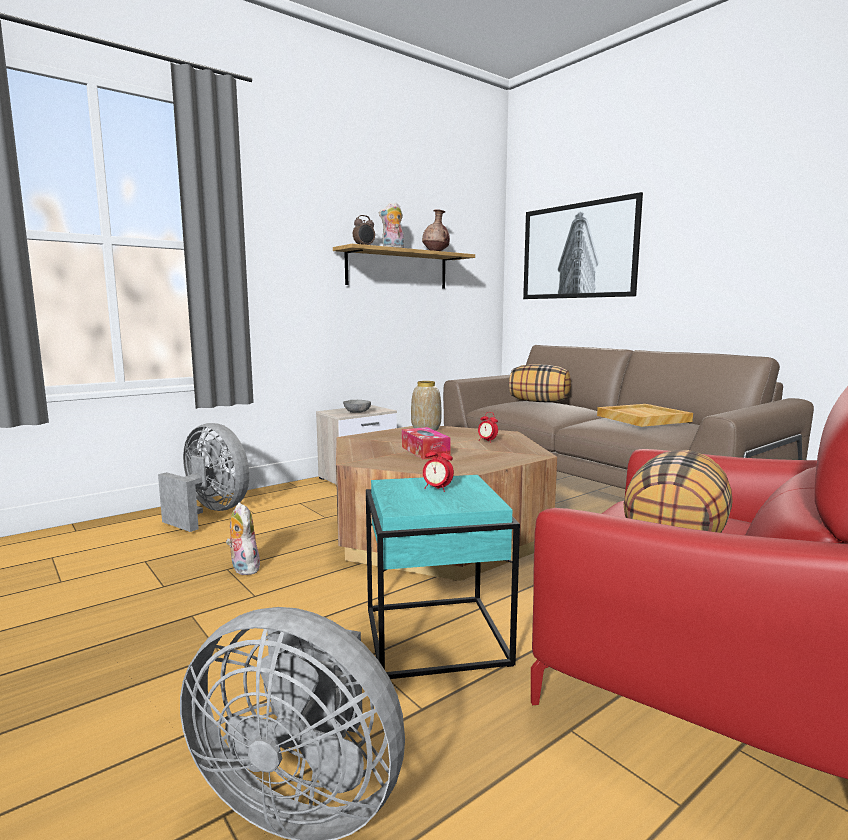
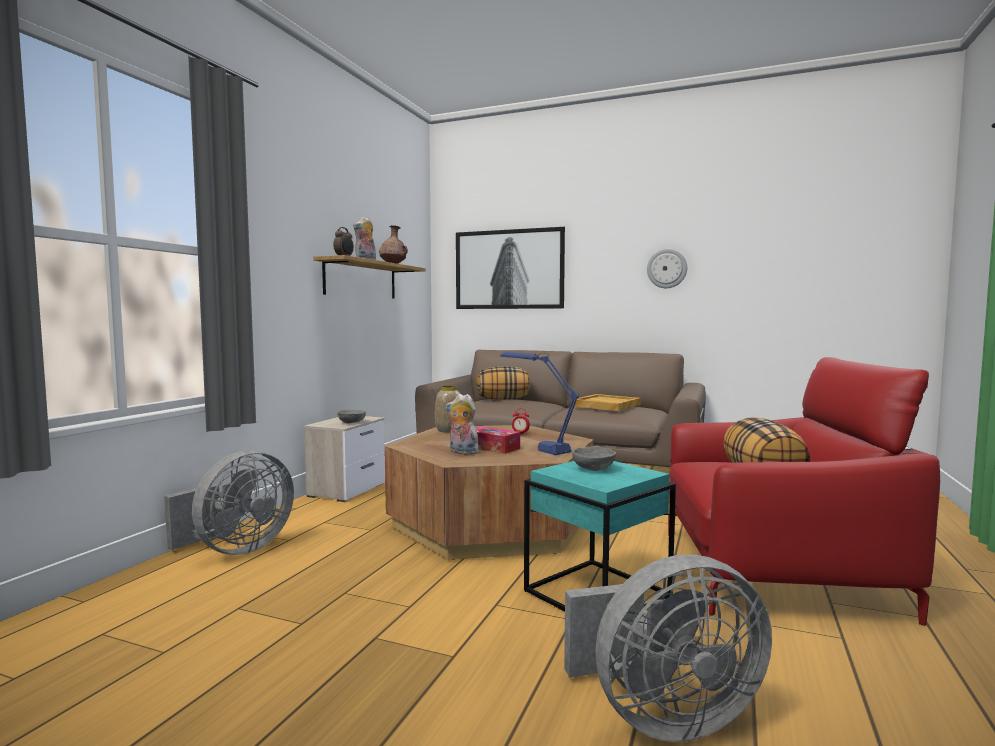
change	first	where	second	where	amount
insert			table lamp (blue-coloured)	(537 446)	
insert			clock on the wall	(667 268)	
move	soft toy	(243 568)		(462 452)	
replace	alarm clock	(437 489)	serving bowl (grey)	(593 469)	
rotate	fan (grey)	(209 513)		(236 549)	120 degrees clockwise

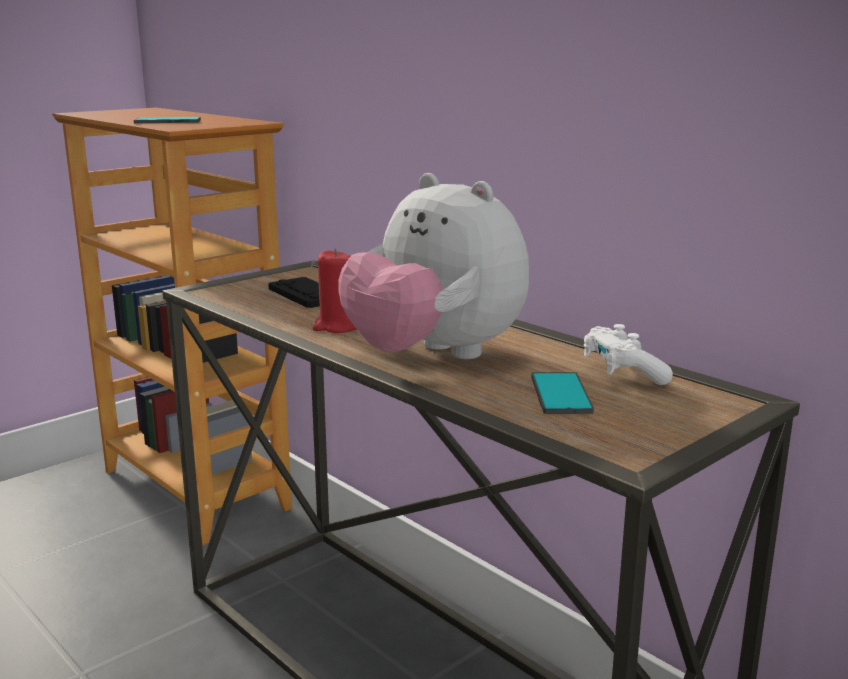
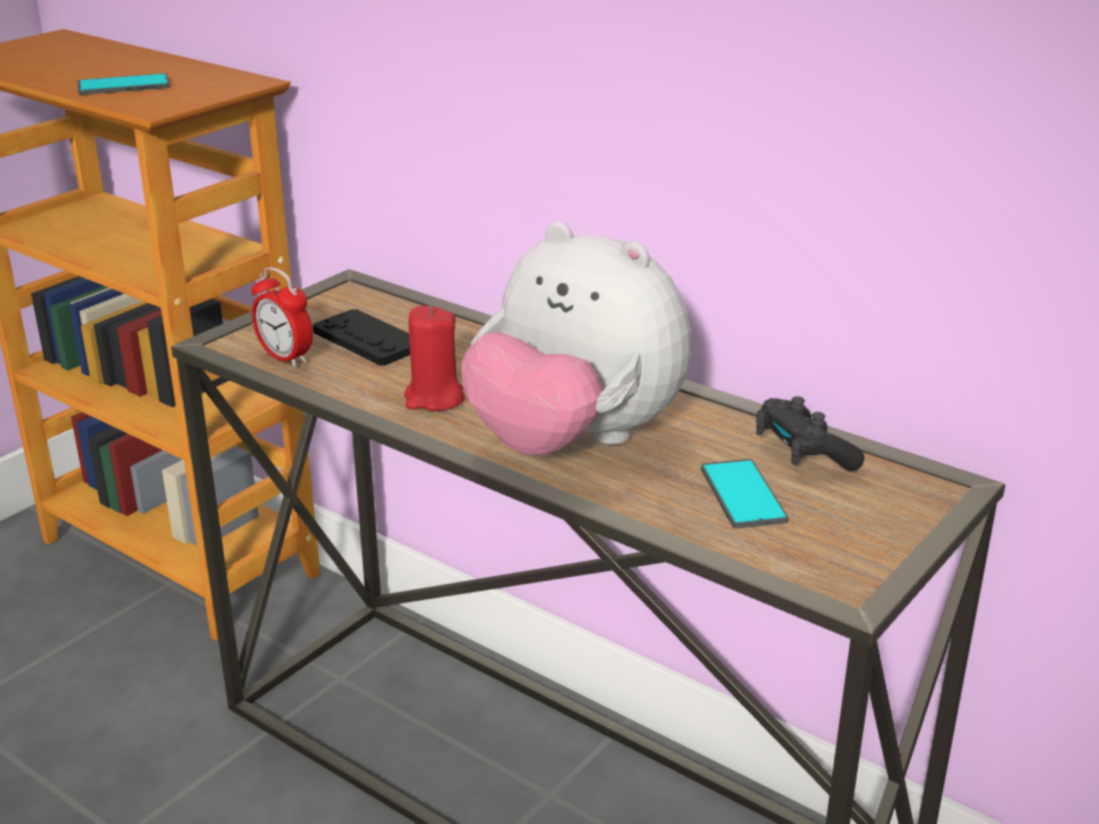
change	first	where	second	where	amount
insert			alarm clock	(285 357)	
recolor	joypad (white)	(622 372)	joypad (black)	(803 453)	

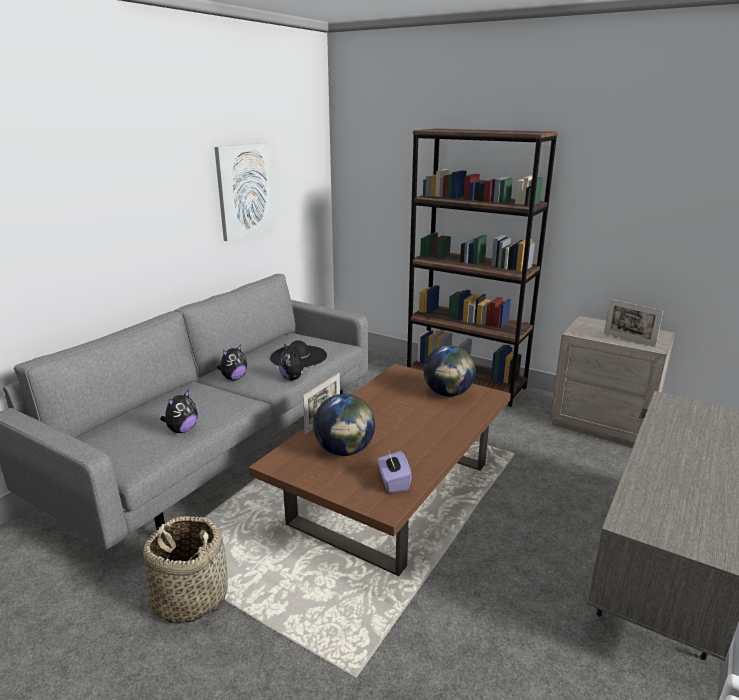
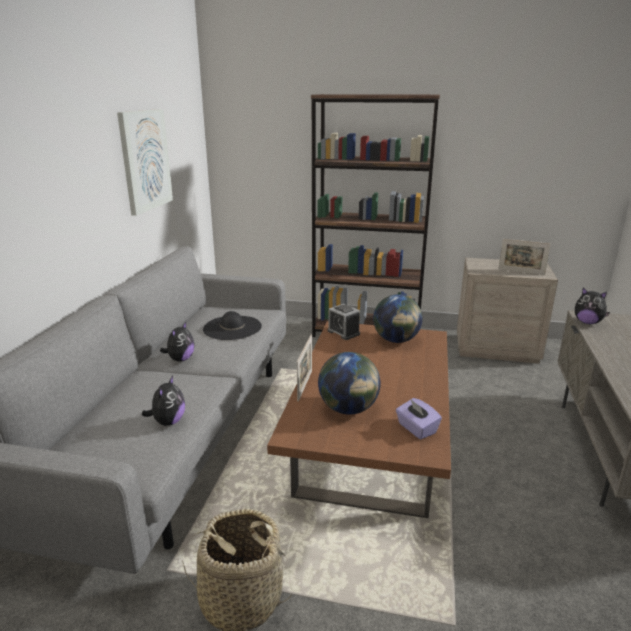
change	first	where	second	where	amount
insert			alarm clock	(343 332)	
move	soft toy	(293 378)		(587 322)	

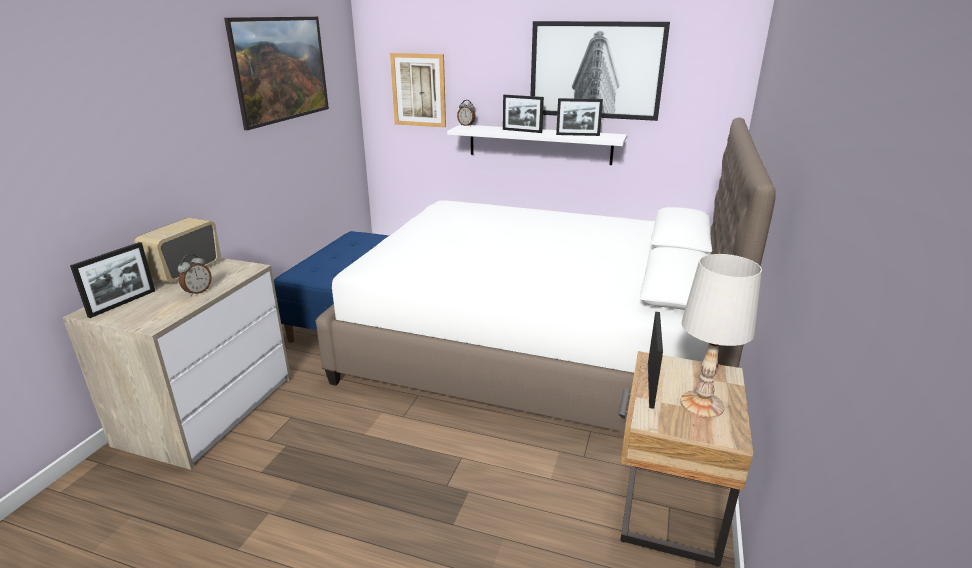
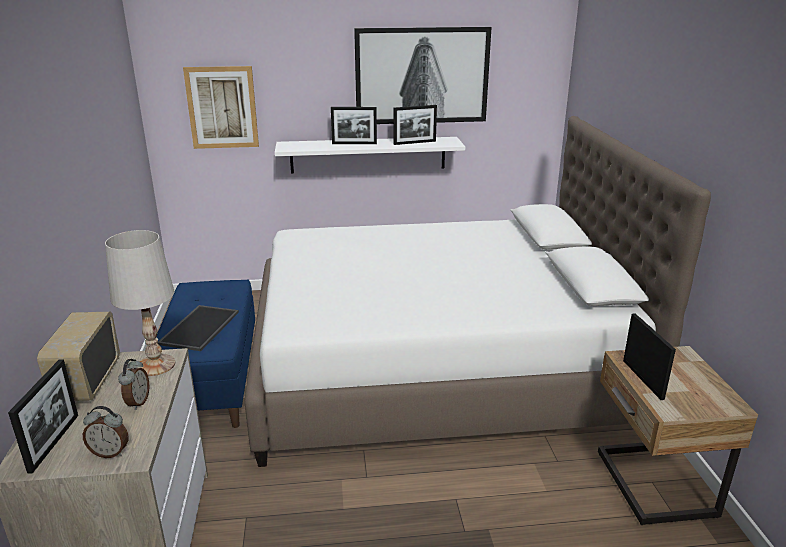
change	first	where	second	where	amount
delete	wall art	(285 94)			
insert			serving tray	(199 327)	
move	alarm clock	(466 125)		(110 452)	
move	table lamp (white)	(702 404)		(156 365)	

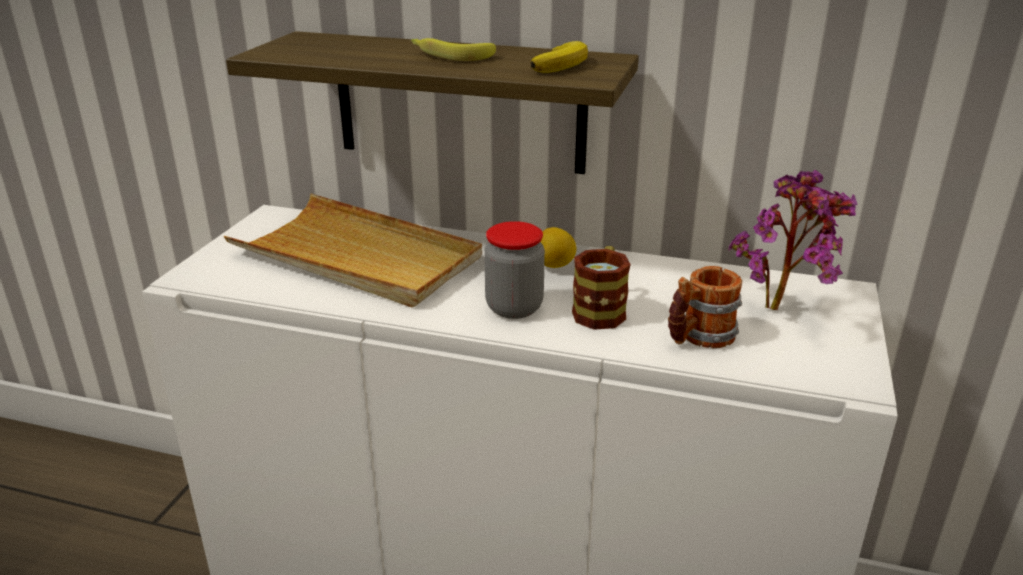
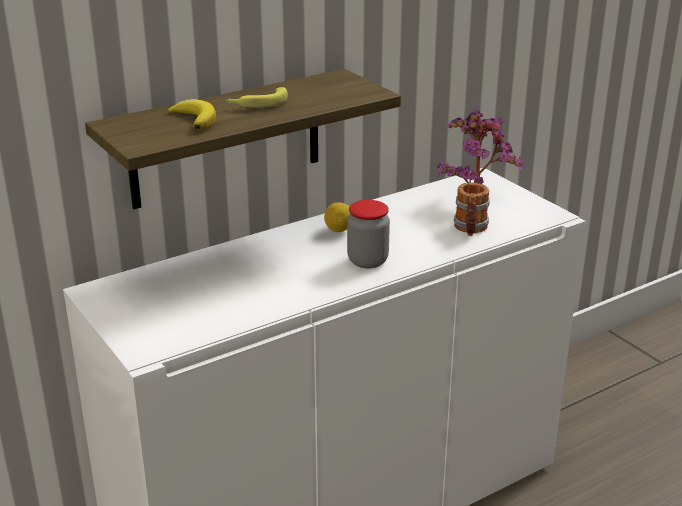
change	first	where	second	where	amount
delete	serving tray (beige)	(357 257)			
delete	mug	(601 309)			
move	whole banana	(562 64)		(195 119)	

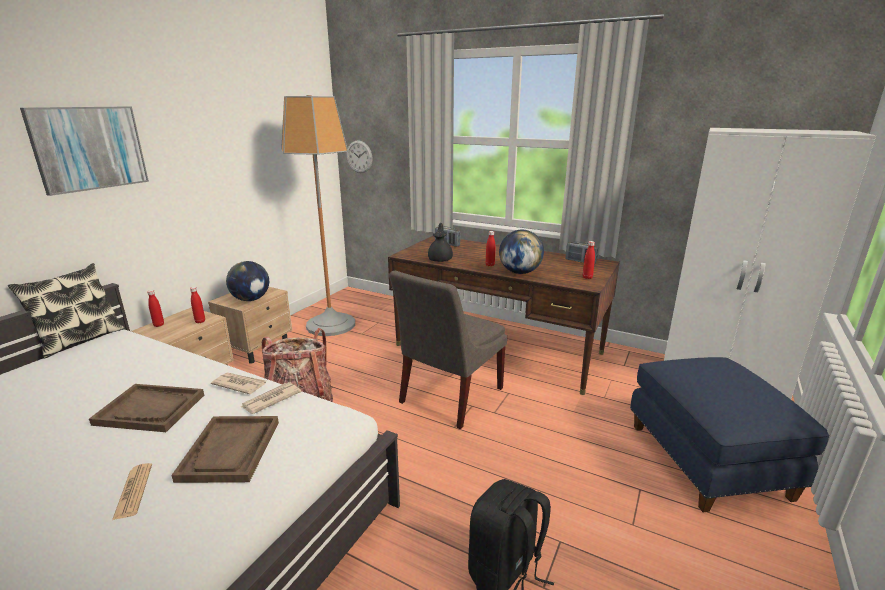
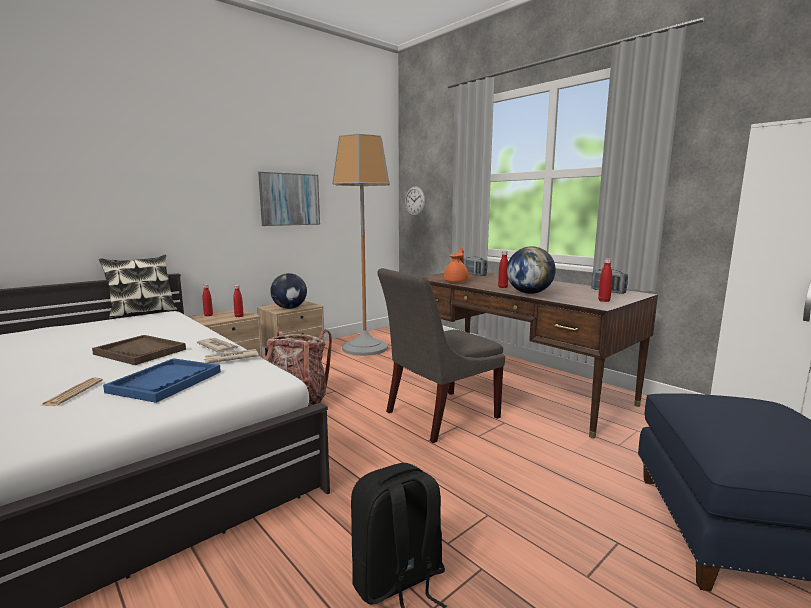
change	first	where	second	where	amount
move	wall art	(89 148)		(289 199)	
recolor	serving tray (brown-coloured)	(230 450)	serving tray (blue-coloured)	(165 382)	
recolor	pot for tea (black)	(440 259)	pot for tea (orange-coloured)	(457 281)	

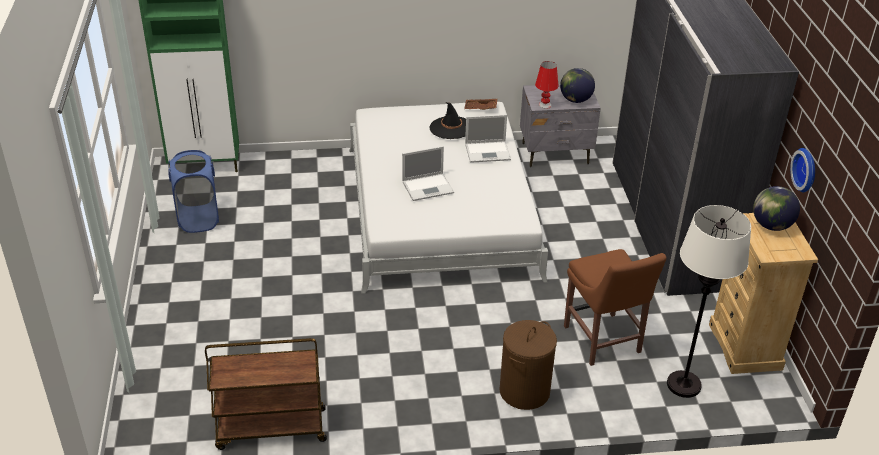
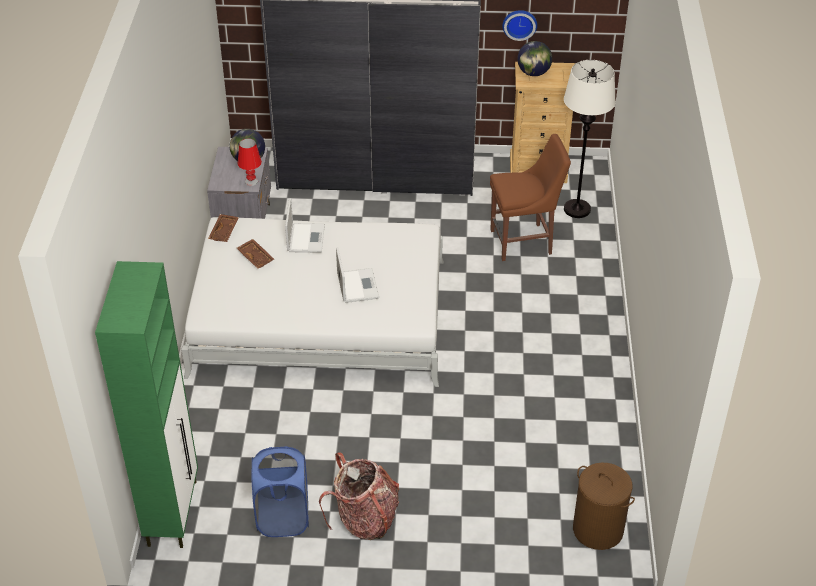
change	first	where	second	where	amount
delete	wheeled cart (brown-coloured)	(270 429)			
insert			rucksack	(365 519)	
move	washing basket (brown-coloured)	(524 392)		(598 530)	
replace	wearable hat (black)	(451 128)	serving tray (brown-coloured)	(256 257)	

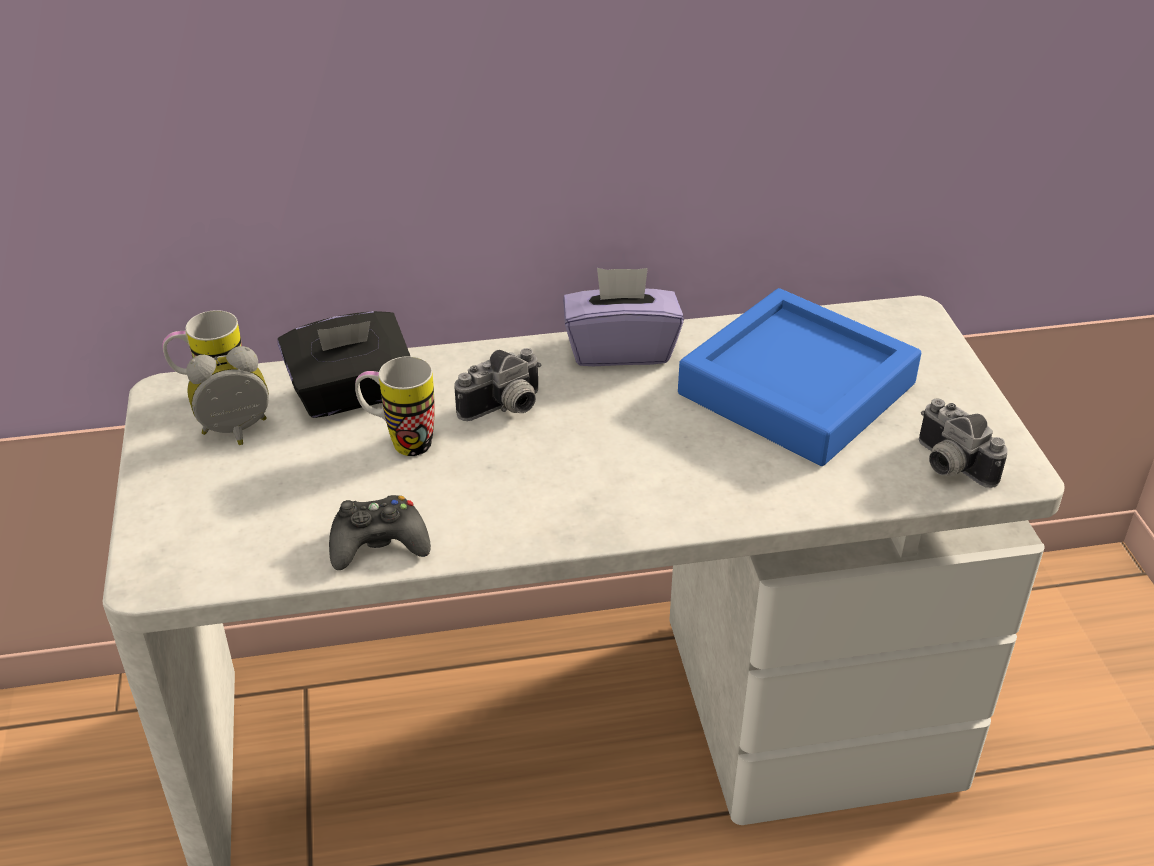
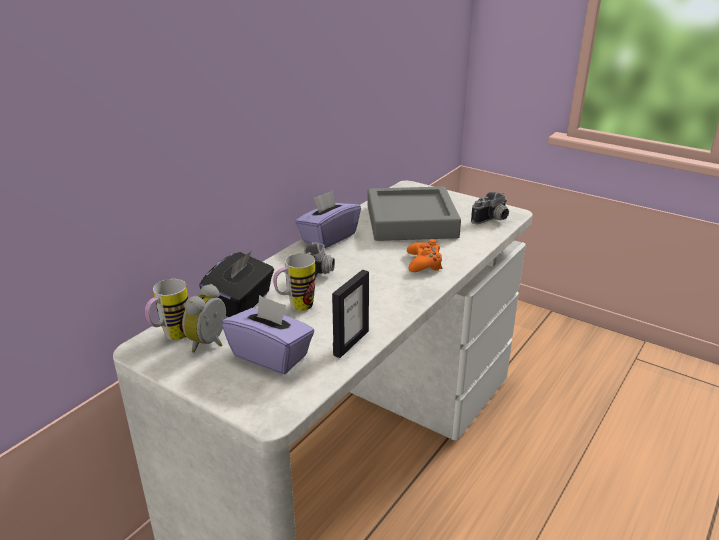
change	first	where	second	where	amount
insert			tissue box (purplish)	(271 355)	
insert			joypad (orange-coloured)	(424 263)	
replace	joypad (black)	(378 543)	picture frame	(351 343)	
recolor	serving tray (blue-coloured)	(796 389)	serving tray (grey)	(411 221)	
rotate	photo camera	(948 466)		(492 220)	45 degrees counterclockwise

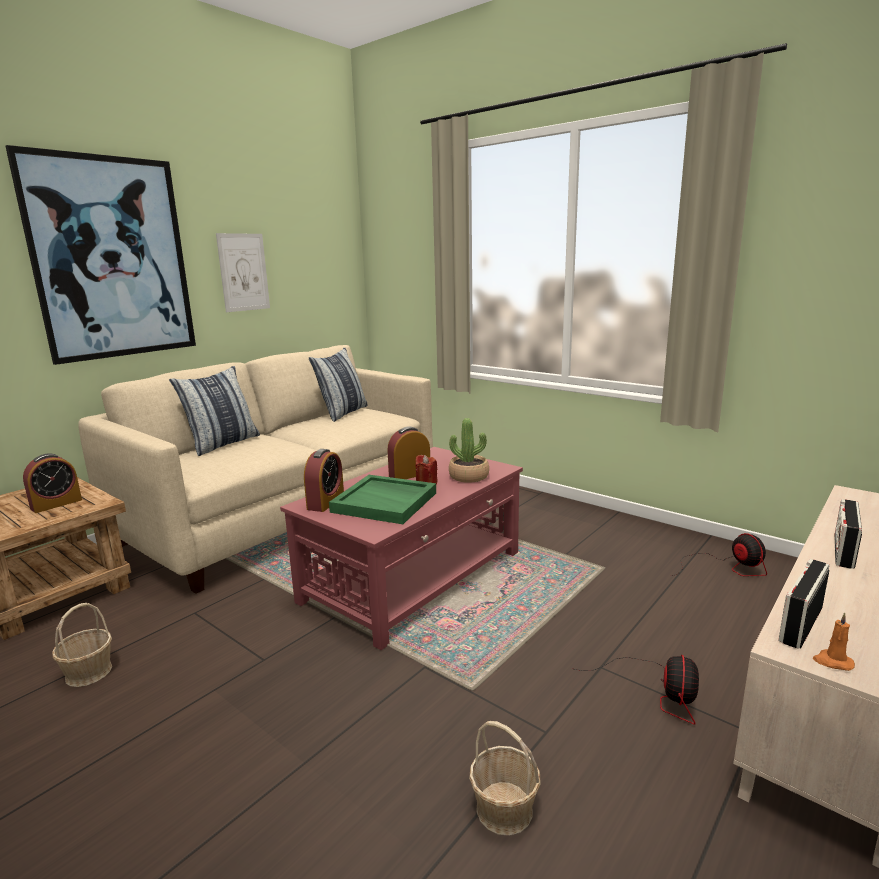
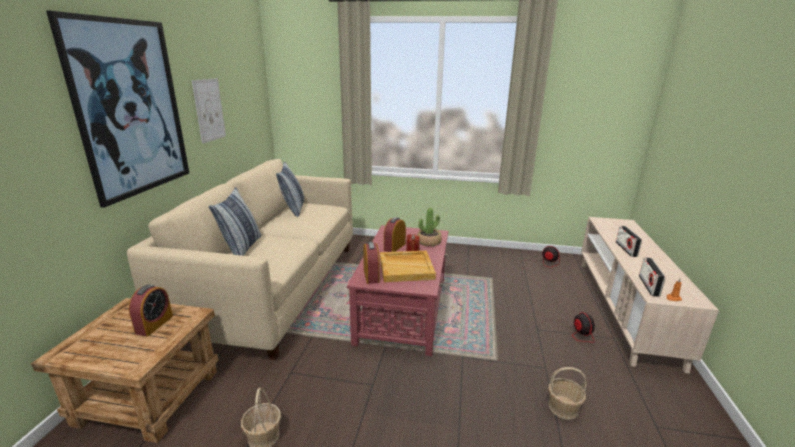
change	first	where	second	where	amount
recolor	serving tray (green)	(385 502)	serving tray (beige)	(406 268)	

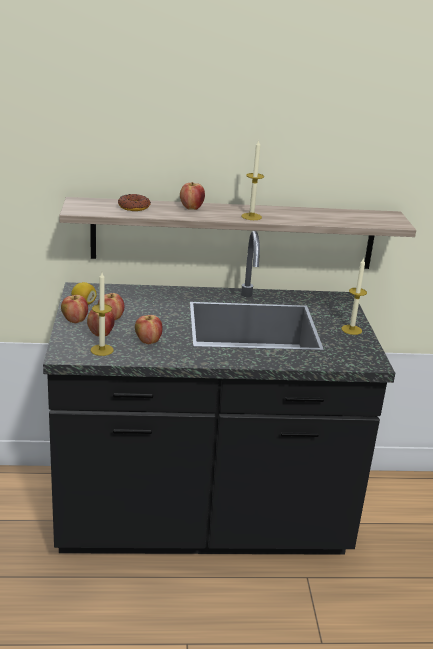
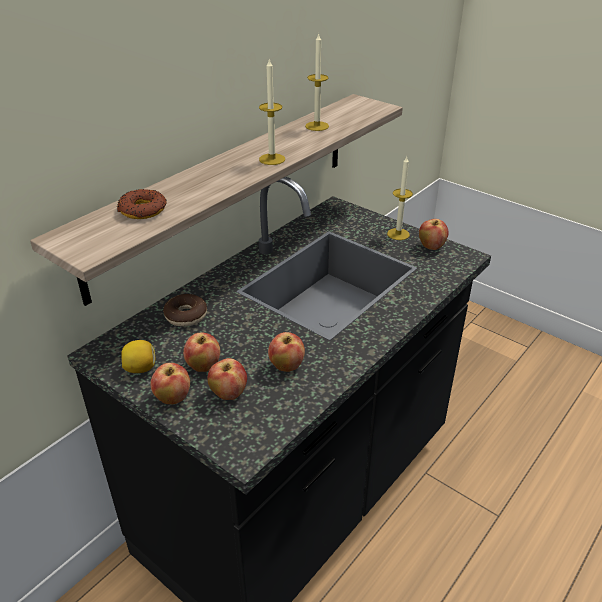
change	first	where	second	where	amount
insert			donut	(186 316)	
move	wax candle	(102 350)		(317 126)	
move	whole apple	(191 208)		(431 246)	

